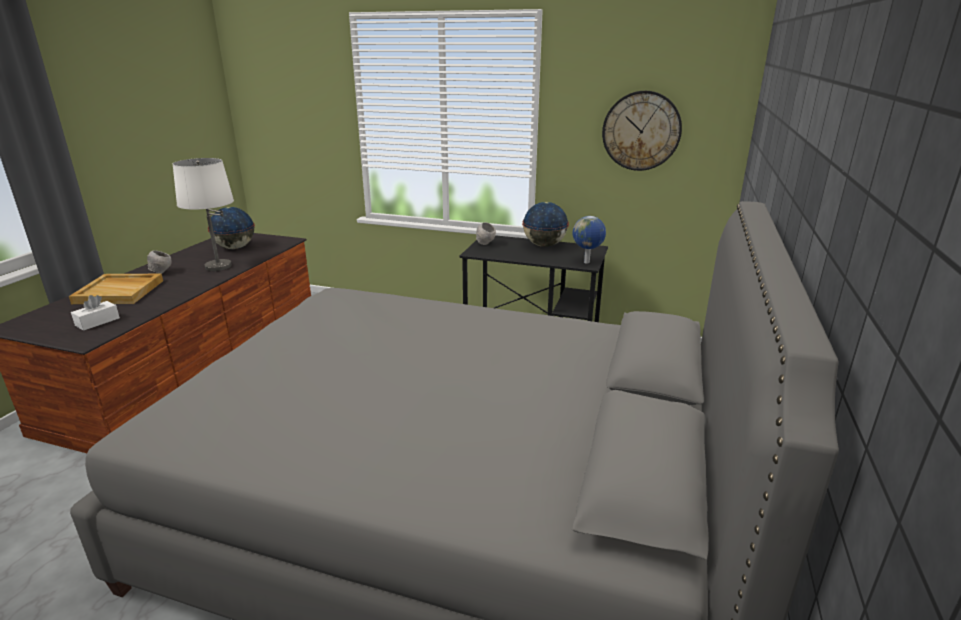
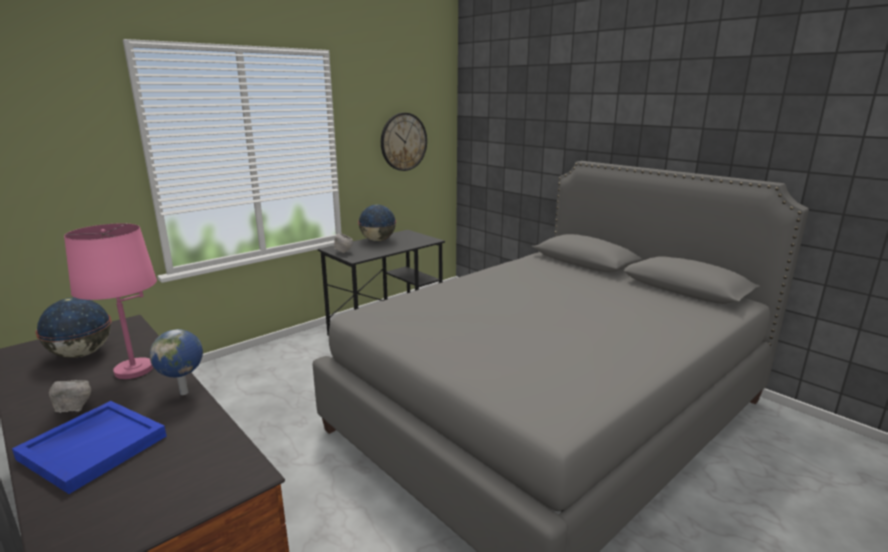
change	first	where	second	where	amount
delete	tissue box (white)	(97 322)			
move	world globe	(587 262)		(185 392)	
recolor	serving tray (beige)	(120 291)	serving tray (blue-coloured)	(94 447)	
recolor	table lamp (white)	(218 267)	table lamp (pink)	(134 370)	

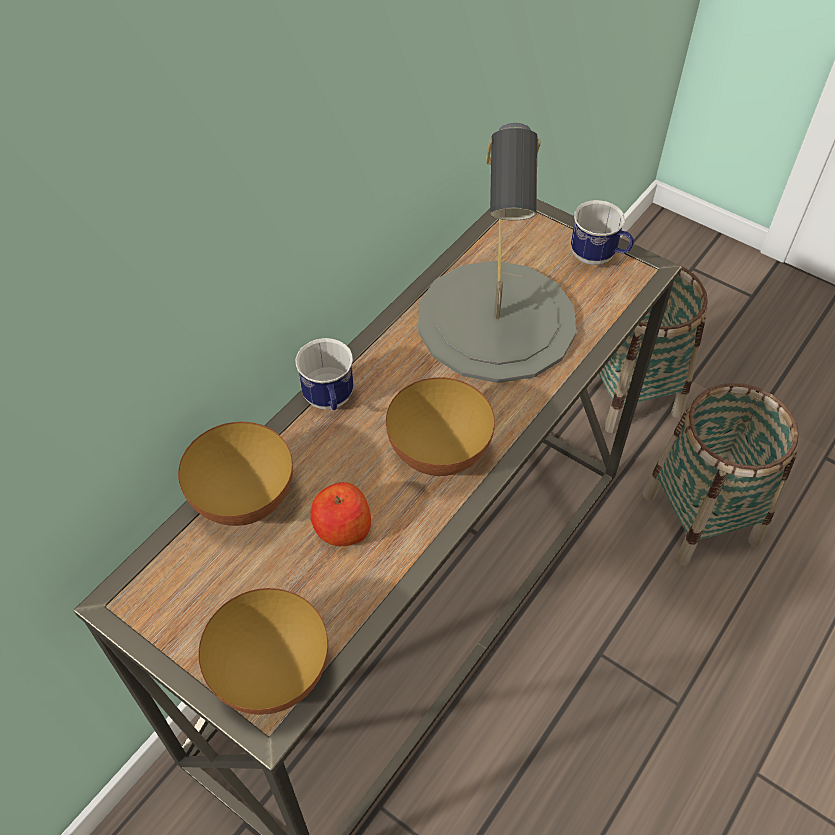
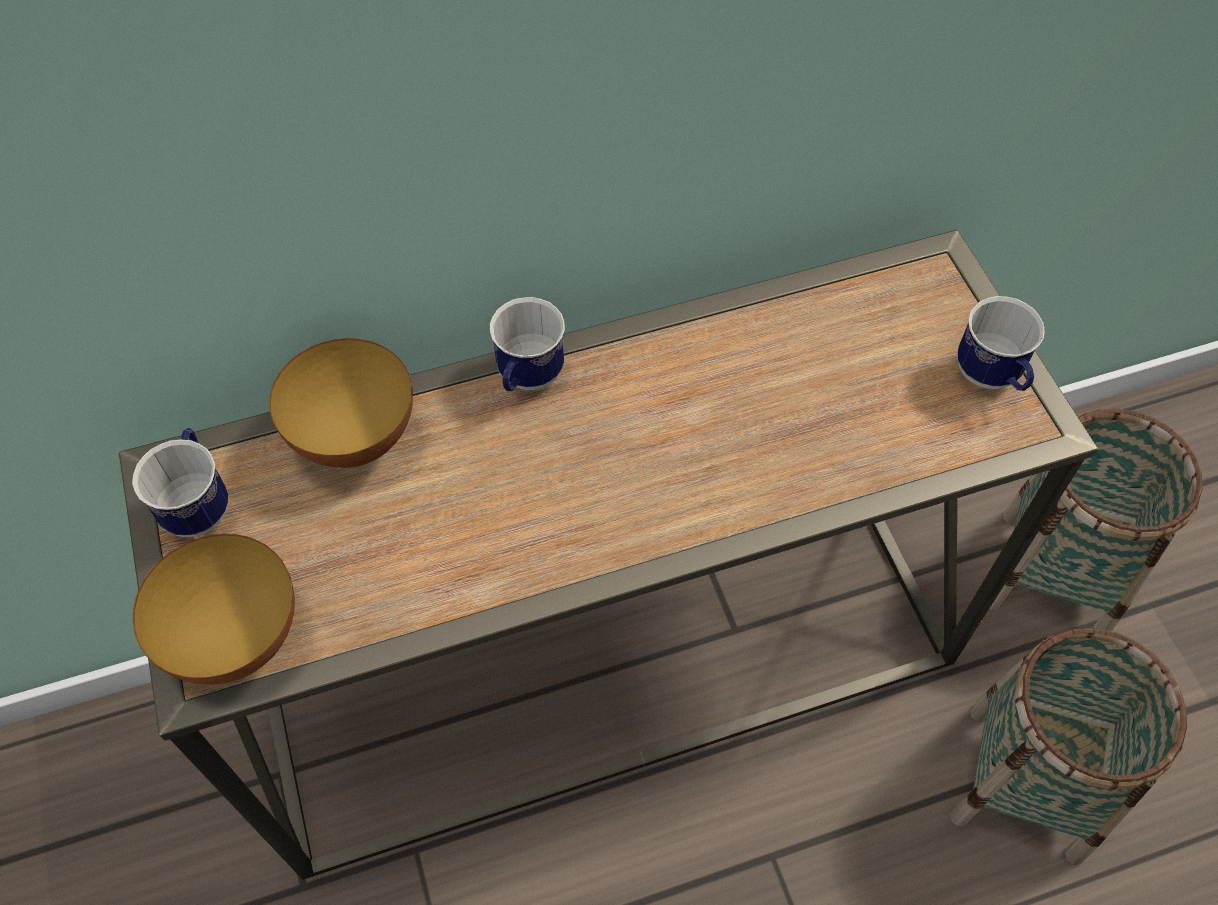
change	first	where	second	where	amount
delete	whole apple	(342 528)			
delete	serving bowl	(439 454)			
delete	table lamp (grey)	(497 320)			
insert			mug	(199 503)	

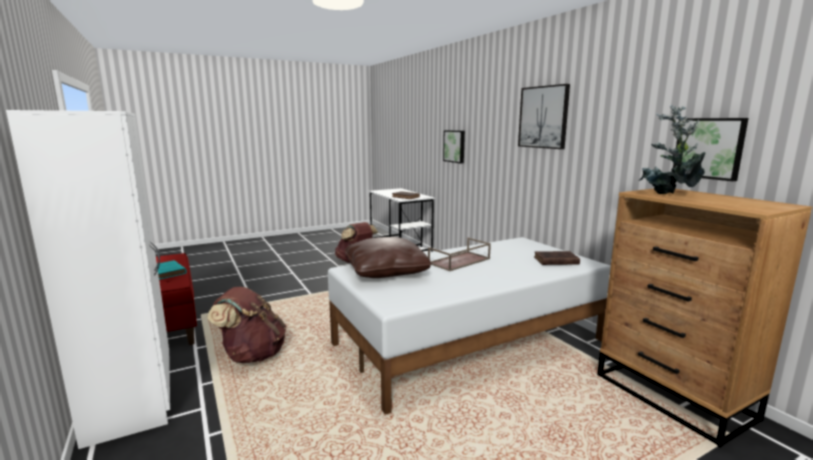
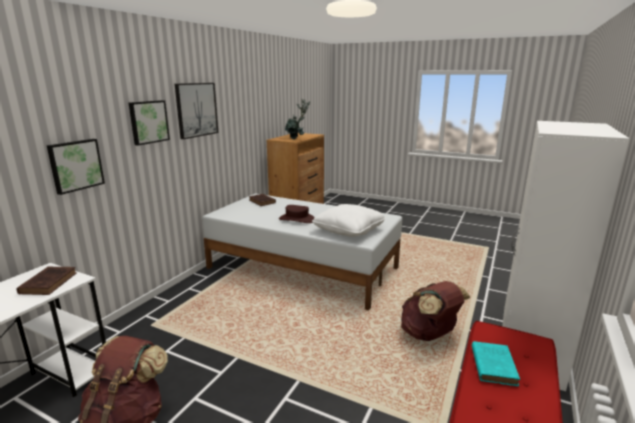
change	first	where	second	where	amount
move	wall art	(709 148)		(148 122)	
replace	serving tray (brown-coloured)	(459 261)	wearable hat (brown-coloured)	(297 219)	
recolor	throw pillow (brown-coloured)	(386 272)	throw pillow (white)	(349 230)	

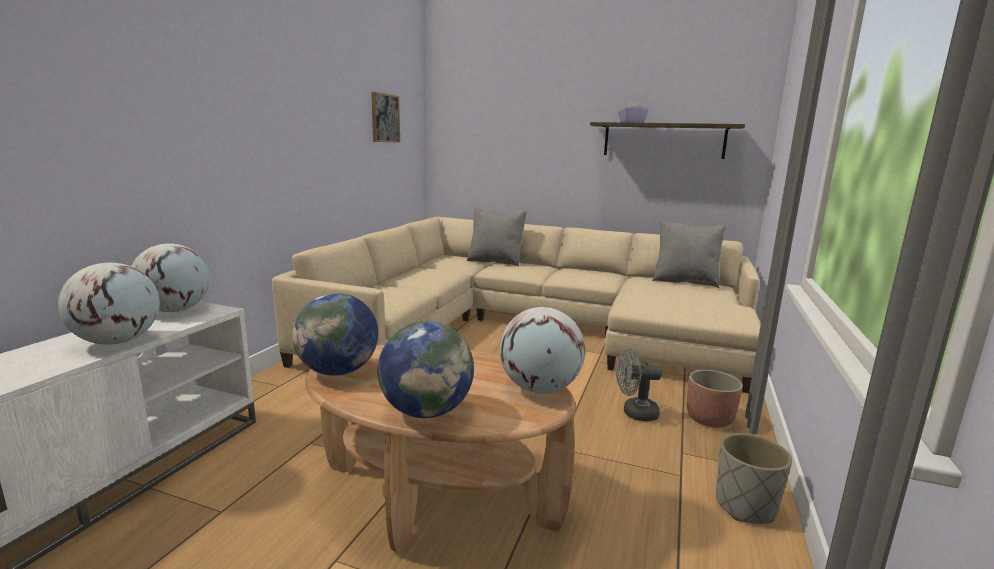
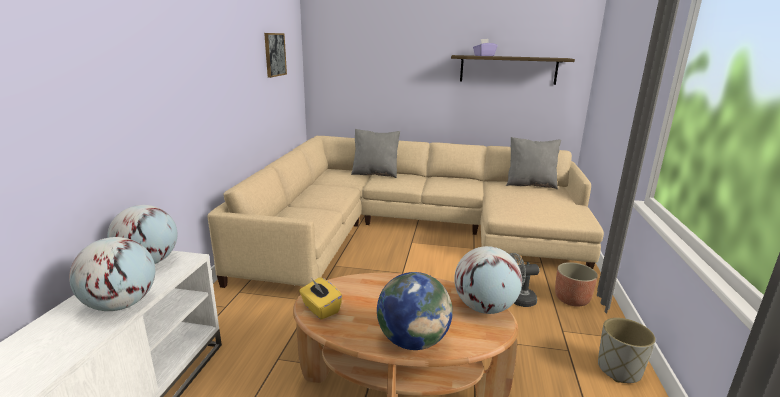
change	first	where	second	where	amount
replace	world globe	(338 371)	tissue box (yellow)	(320 309)	

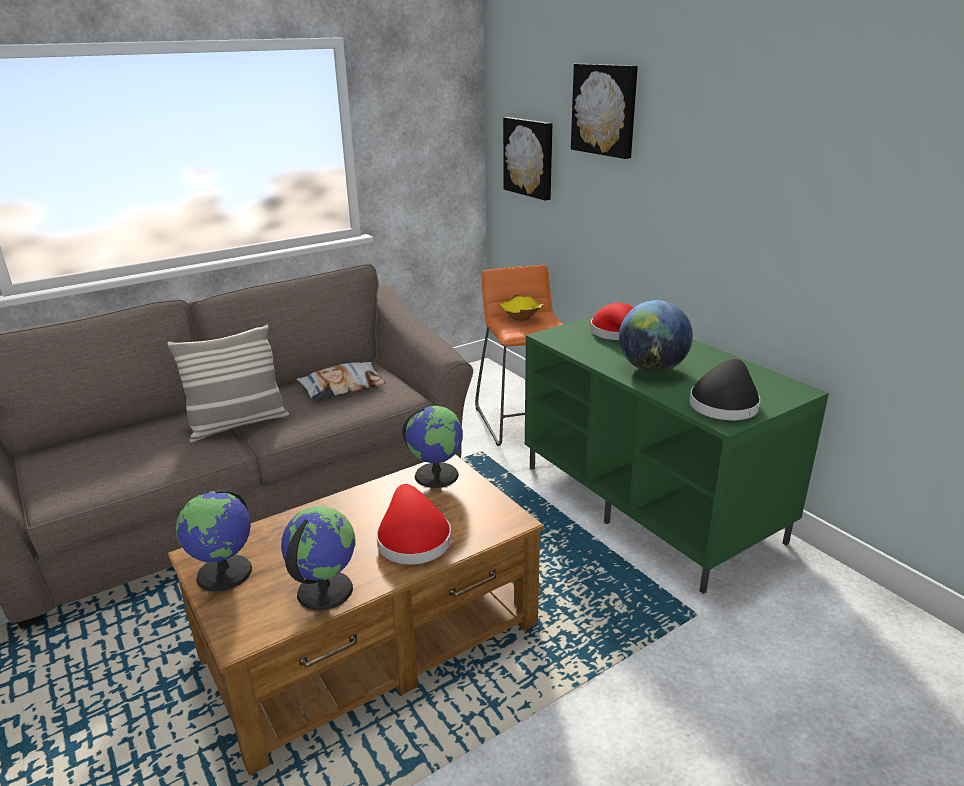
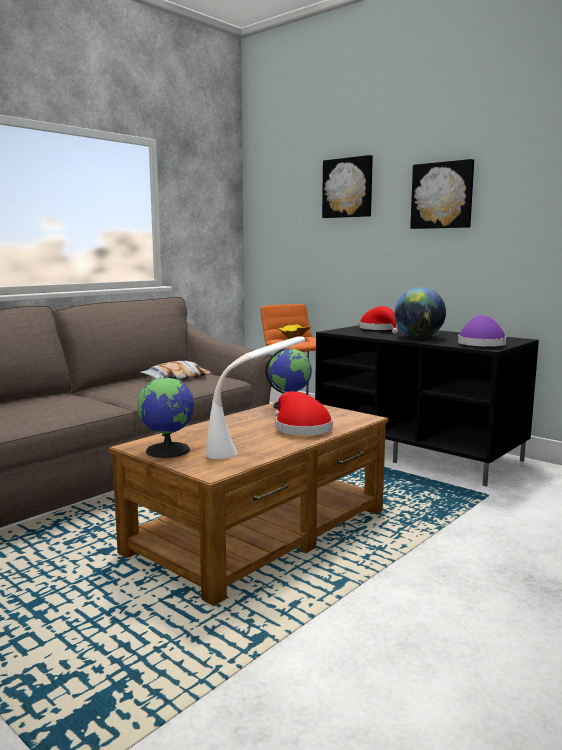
change	first	where	second	where	amount
delete	throw pillow	(238 424)			
move	wall art	(529 157)		(442 195)	
replace	world globe	(324 590)	table lamp (white)	(256 450)	
recolor	tv stand (green)	(651 503)	tv stand (black)	(419 451)	
recolor	wearable hat (black)	(724 404)	wearable hat (purplish)	(480 344)	

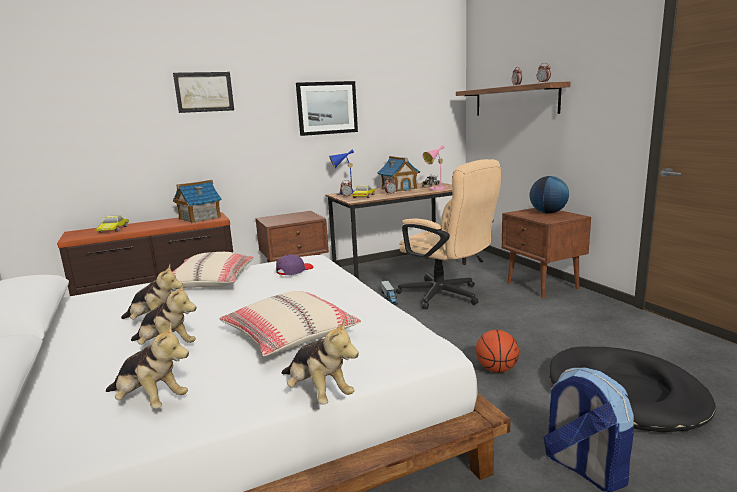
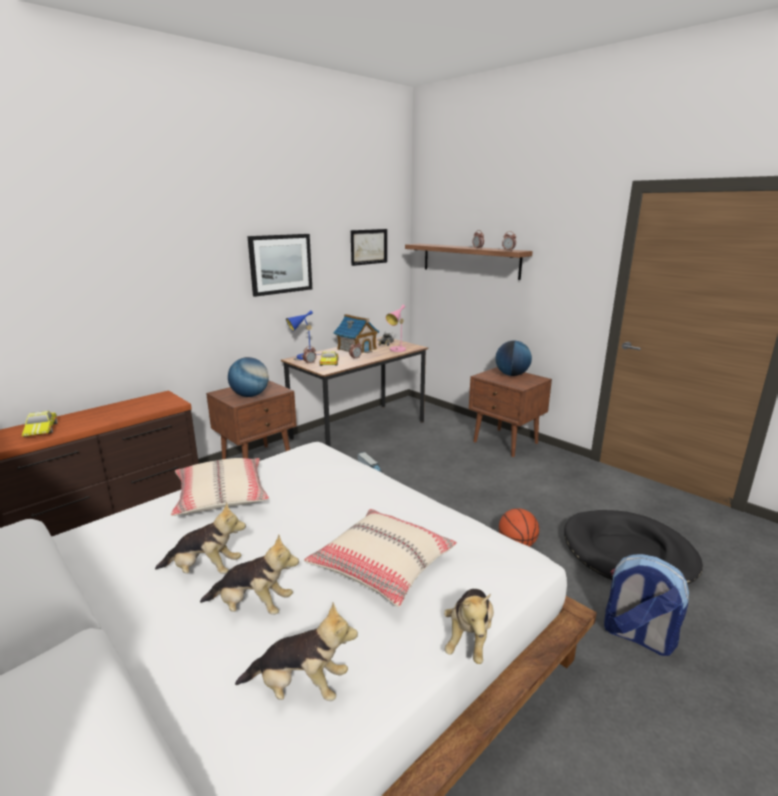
change	first	where	second	where	amount
delete	toy house	(199 218)			
delete	cap (purplish)	(294 271)			
delete	desk chair (beige)	(446 296)			
insert			world globe	(250 395)	
move	wall art	(204 92)		(369 246)	
rotate	soft toy	(318 393)		(469 638)	75 degrees clockwise

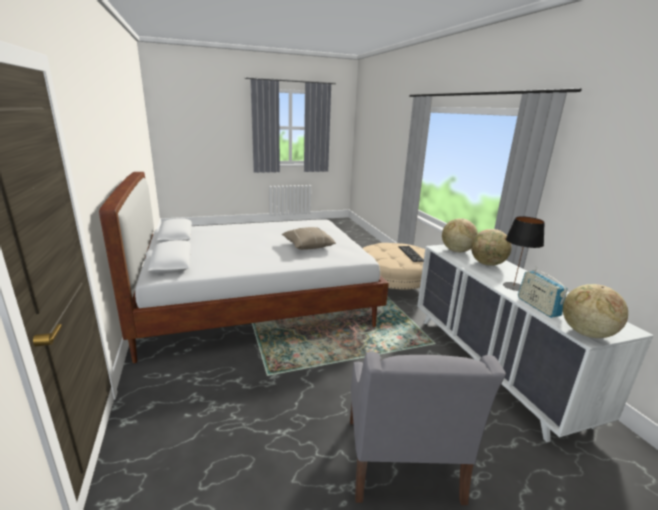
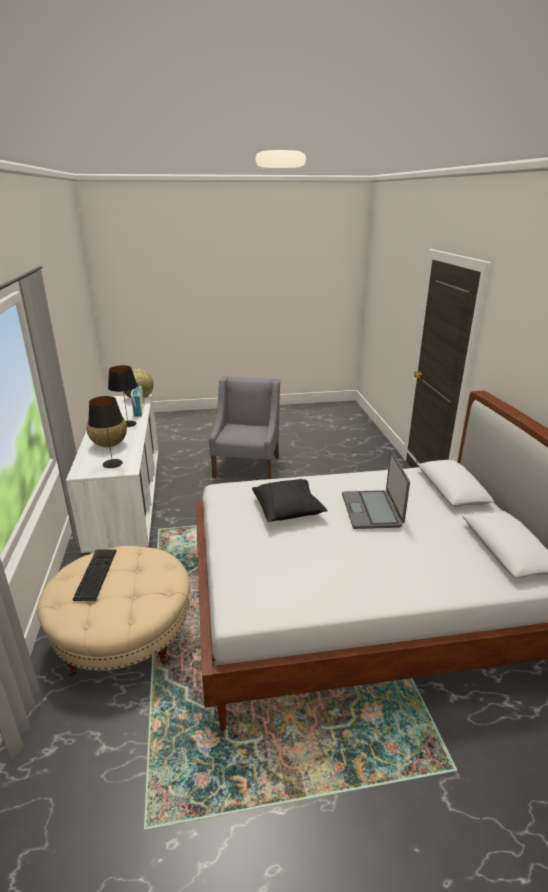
change	first	where	second	where	amount
insert			laptop	(372 510)	
replace	world globe	(456 251)	table lamp (black)	(113 463)	
recolor	throw pillow (beige)	(308 246)	throw pillow (black)	(288 509)	

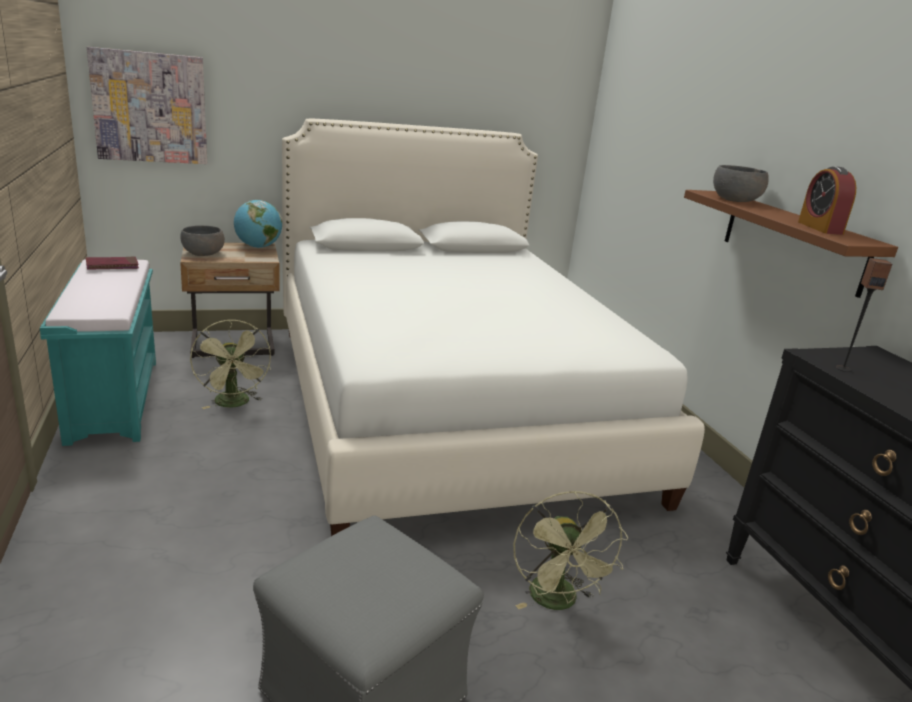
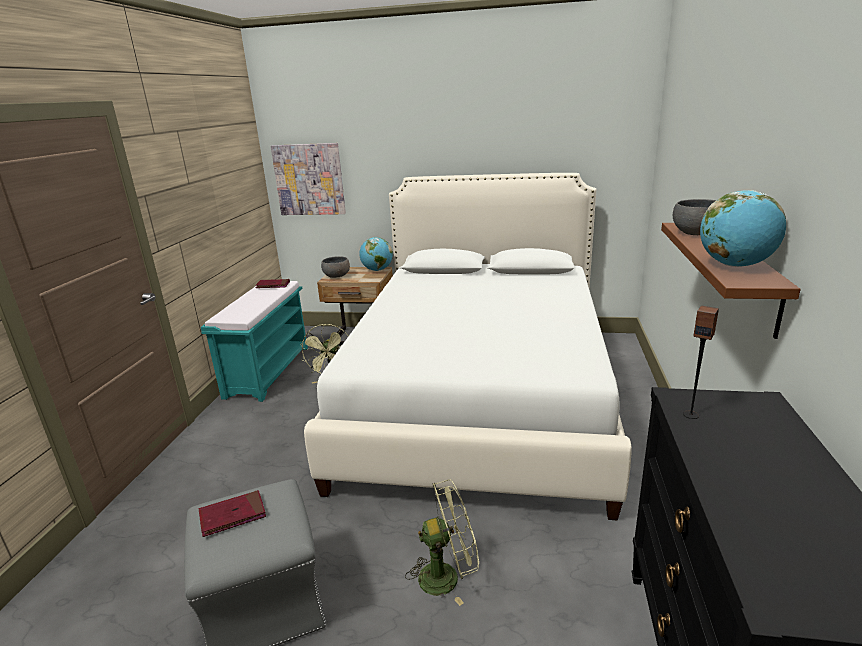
change	first	where	second	where	amount
insert			bound book (red)	(232 515)	
replace	alarm clock	(820 228)	world globe	(735 265)	
rotate	fan (green)	(558 602)		(447 576)	120 degrees counterclockwise

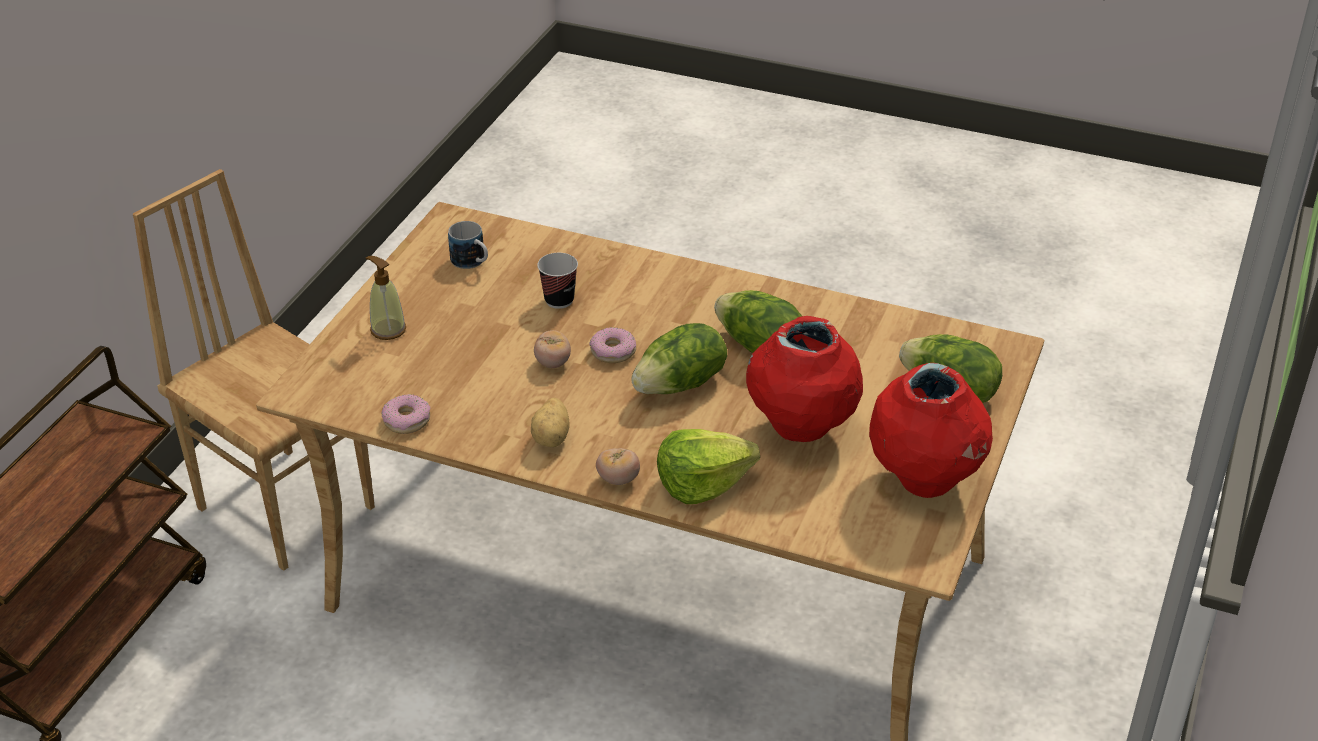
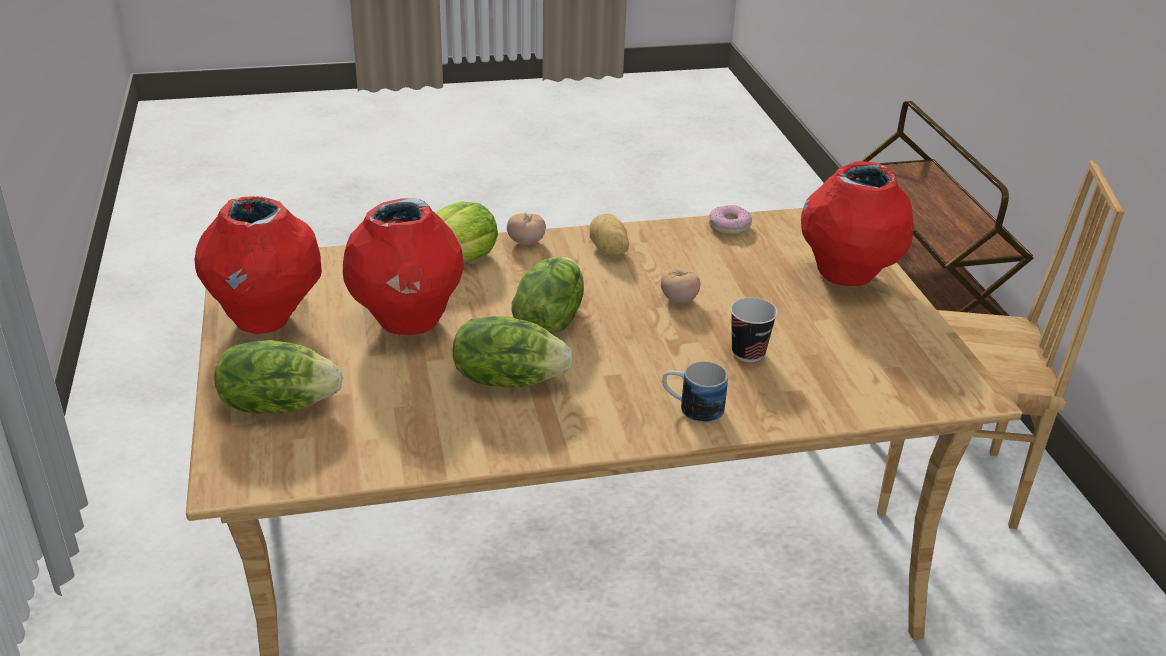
change	first	where	second	where	amount
delete	donut	(613 351)			
move	mug	(472 263)		(692 408)	
replace	liquid soap bottle	(388 329)	decorative vase (red)	(847 277)	

